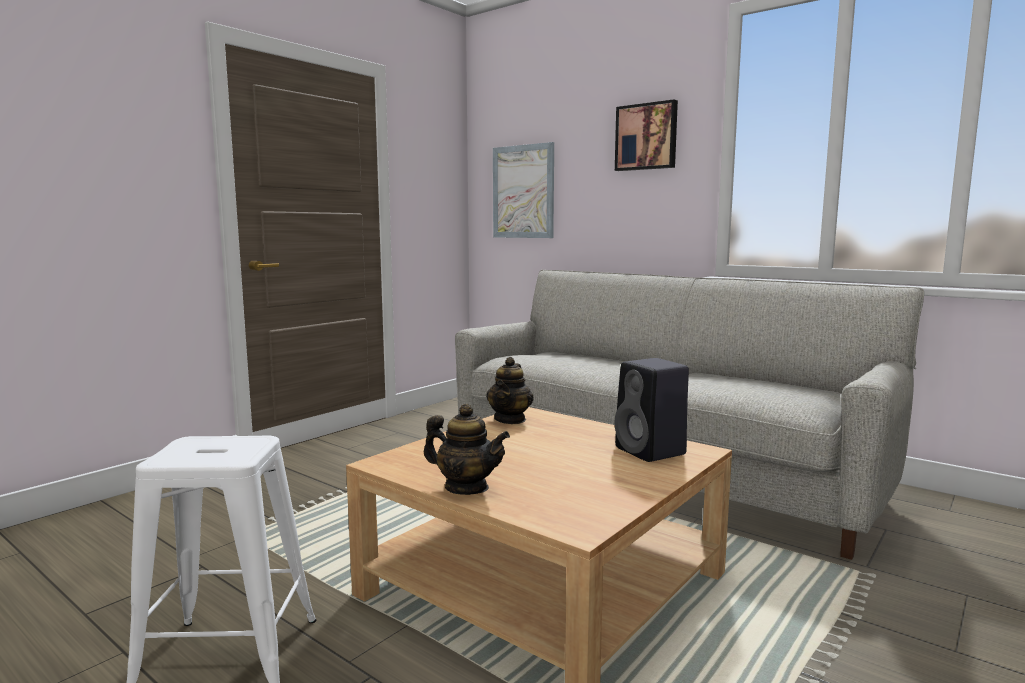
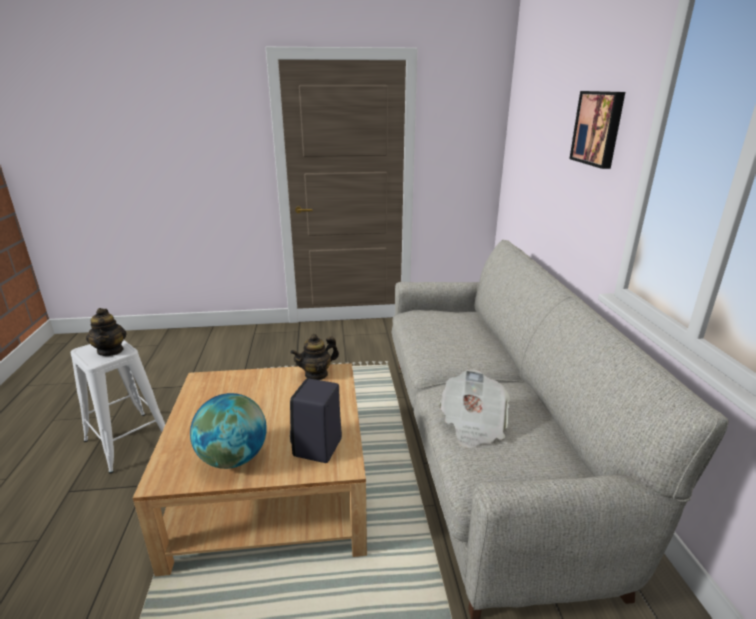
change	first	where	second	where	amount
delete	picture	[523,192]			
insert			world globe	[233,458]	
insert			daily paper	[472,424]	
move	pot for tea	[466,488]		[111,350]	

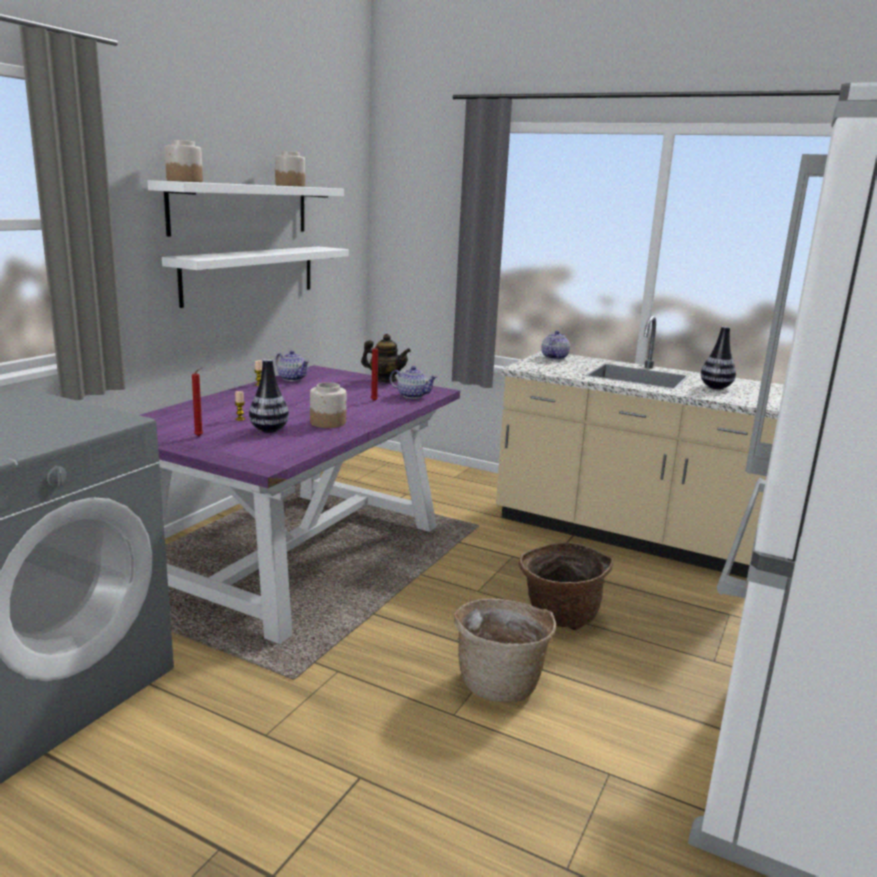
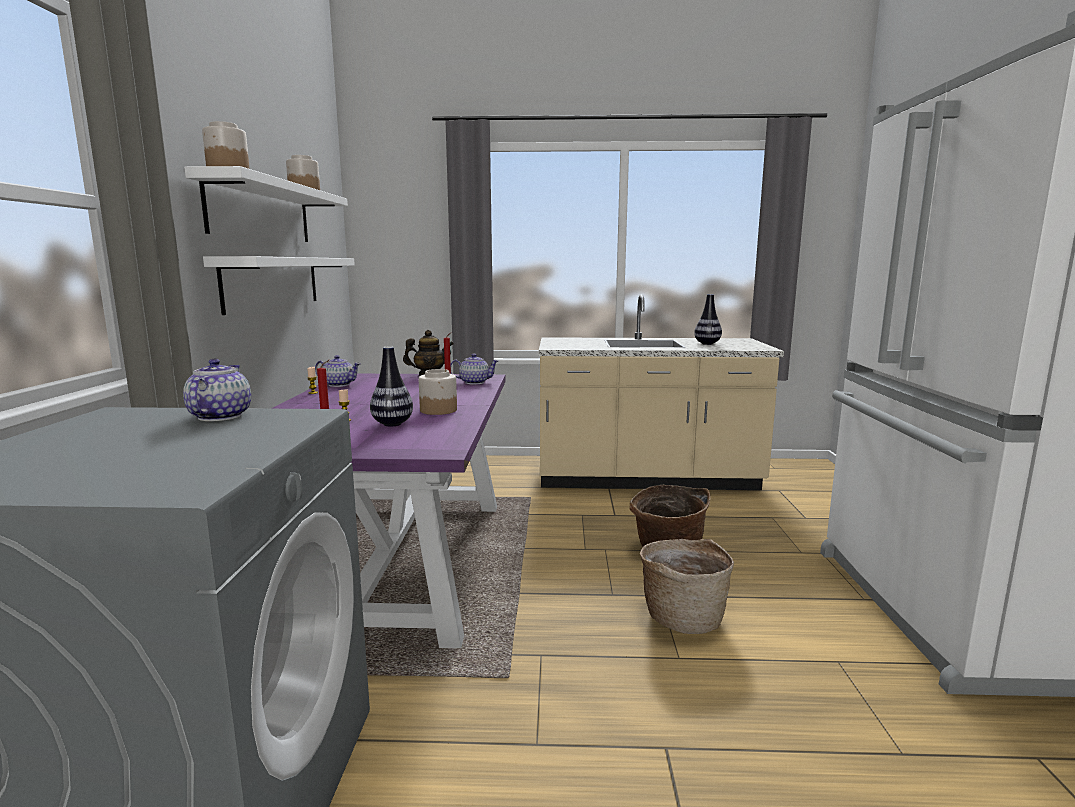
change	first	where	second	where	amount
move	pot for tea	[554,357]		[219,416]	

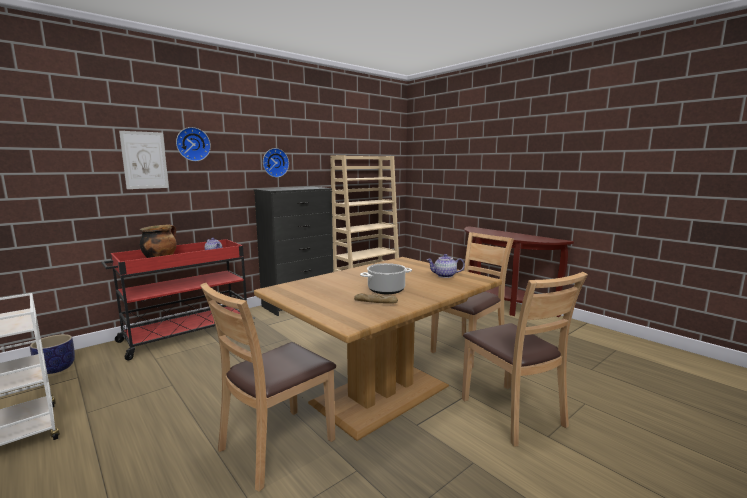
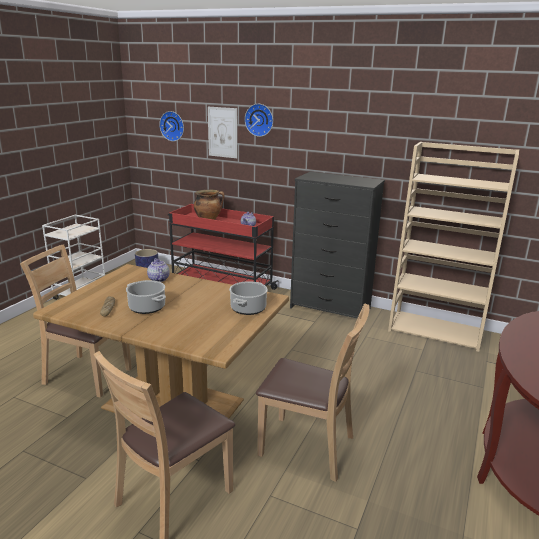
change	first	where	second	where	amount
insert			saucepot	[248,308]	
move	wall clock	[275,162]		[173,126]	
move	pot for tea	[444,276]		[158,279]	

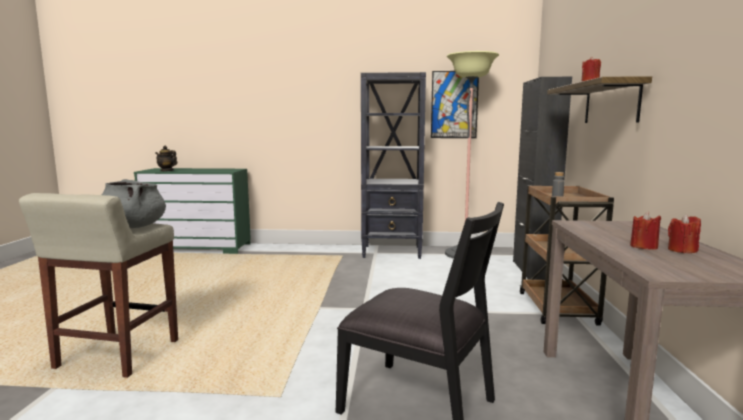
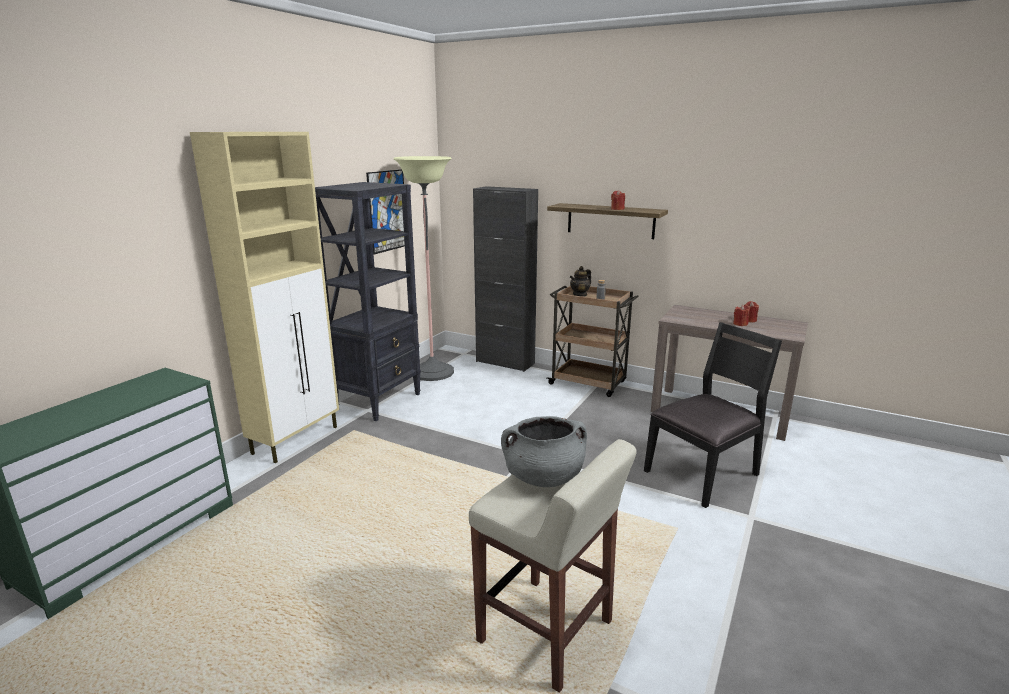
change	first	where	second	where	amount
insert			sand-coloured storage cabinet	[297,439]	
move	pot for tea	[167,171]		[580,294]	

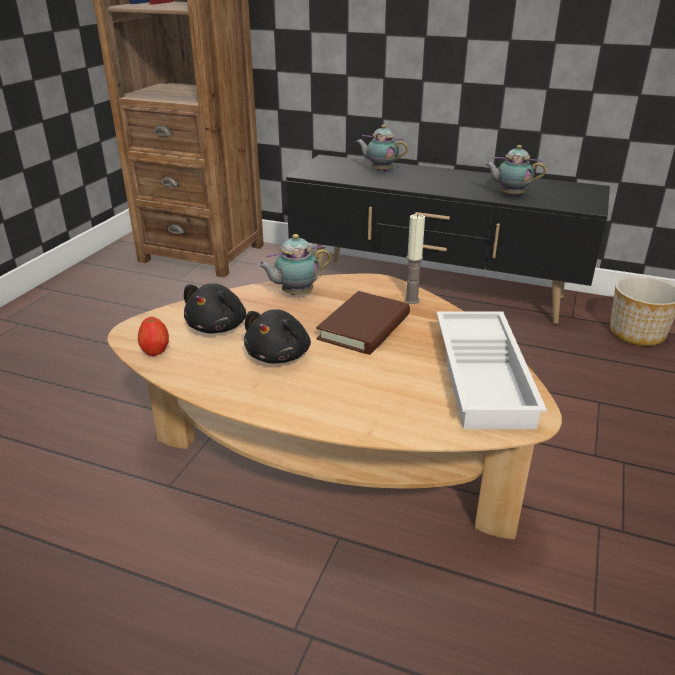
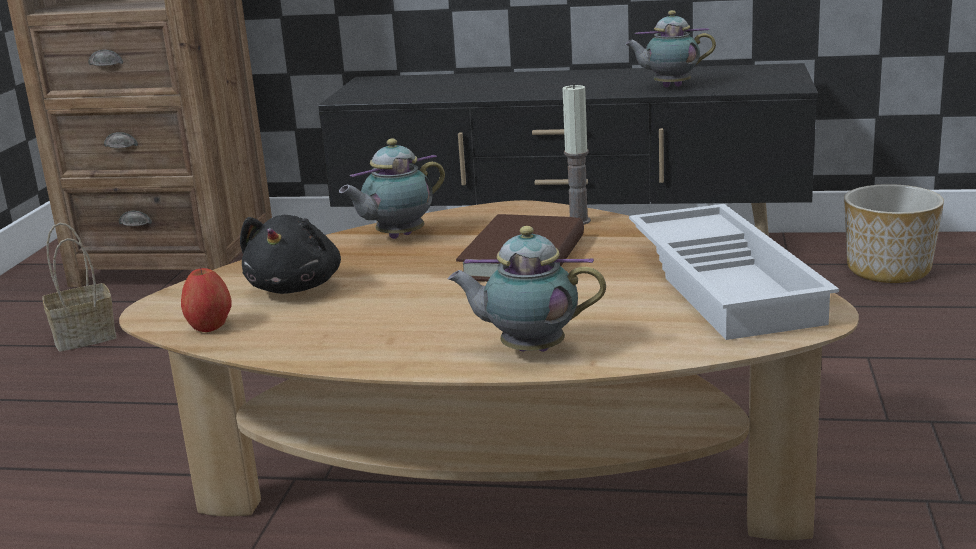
change	first	where	second	where	amount
delete	black plush toy	[280,355]			
insert			basket	[87,336]	
move	pot for tea	[380,170]		[528,350]	

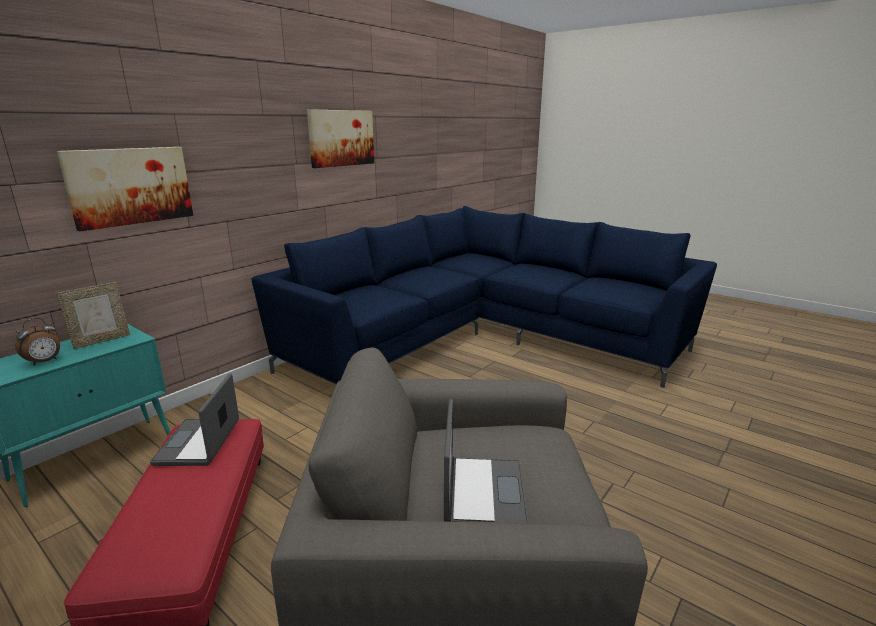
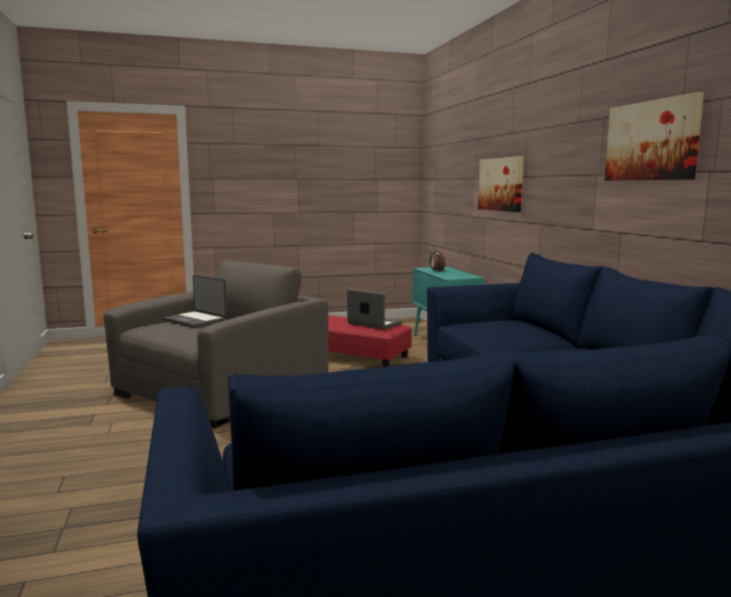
change	first	where	second	where	amount
delete	picture frame	[102,340]			

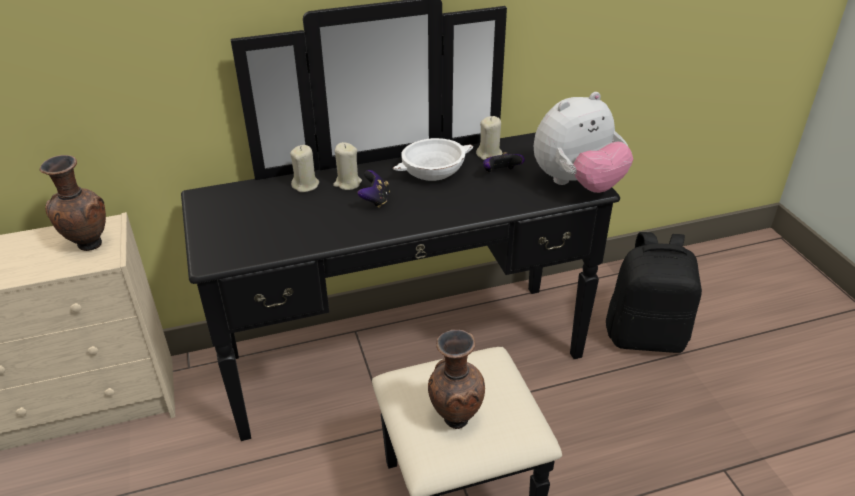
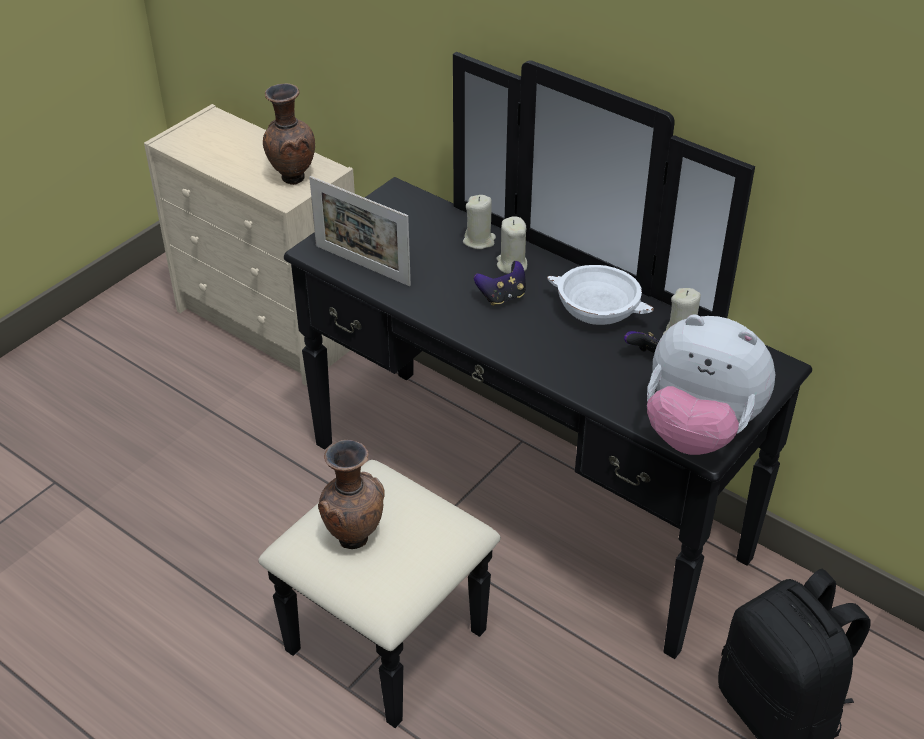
change	first	where	second	where	amount
insert			picture frame	[362,265]	

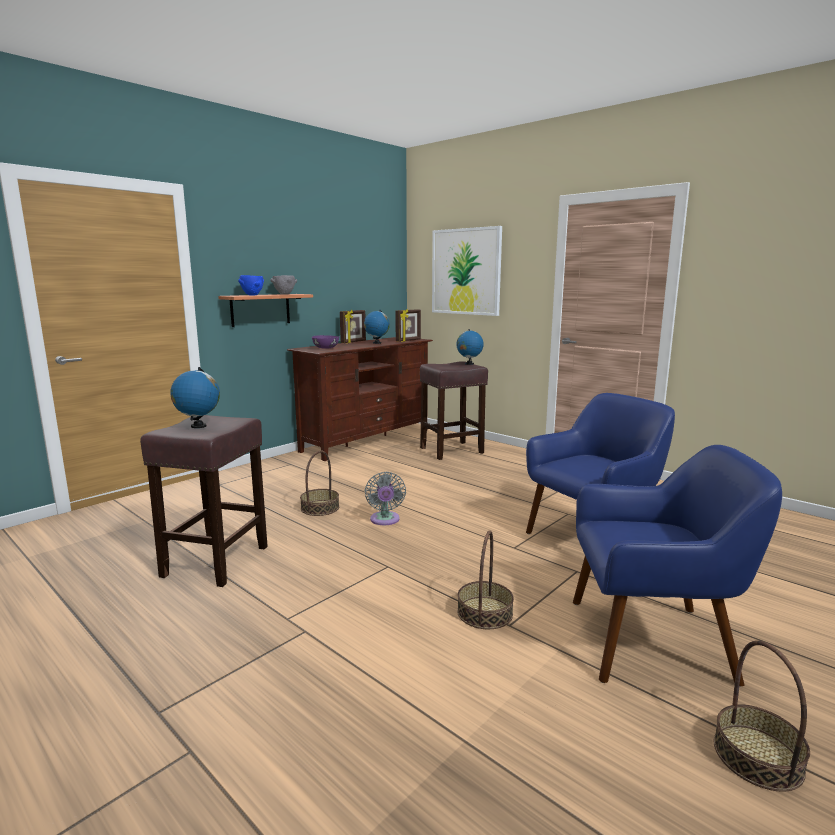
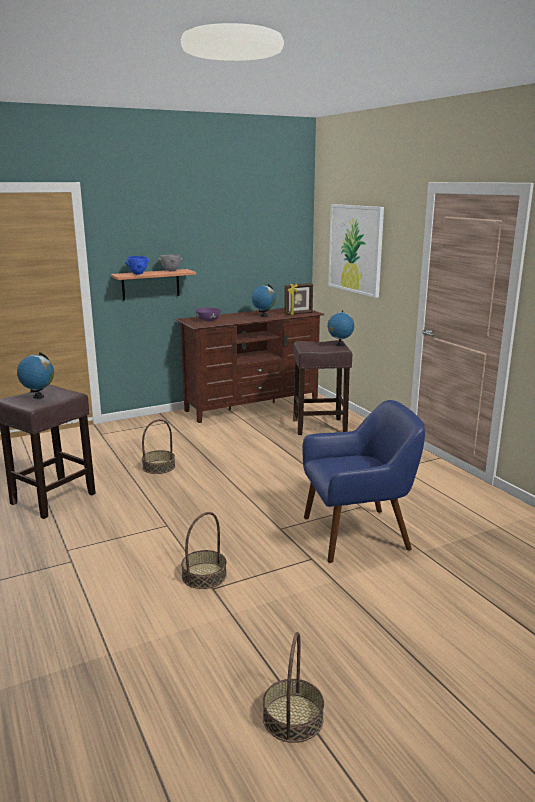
change	first	where	second	where	amount
delete	picture frame	[353,342]			
delete	gray cooling fan	[385,520]			
delete	blue-coloured armchair	[652,641]			

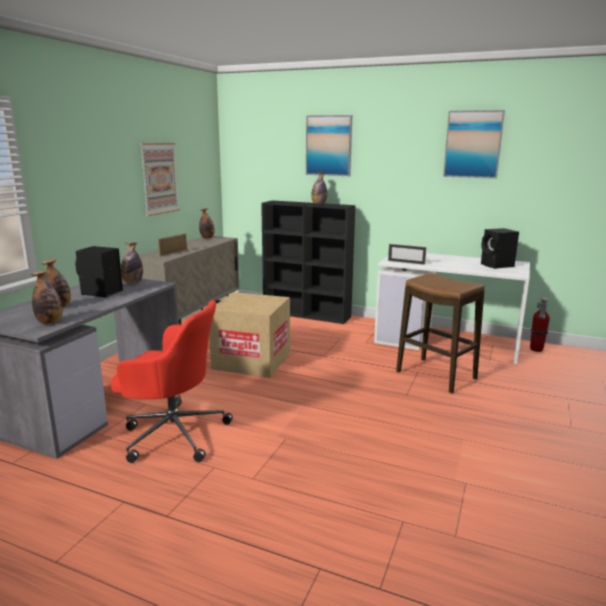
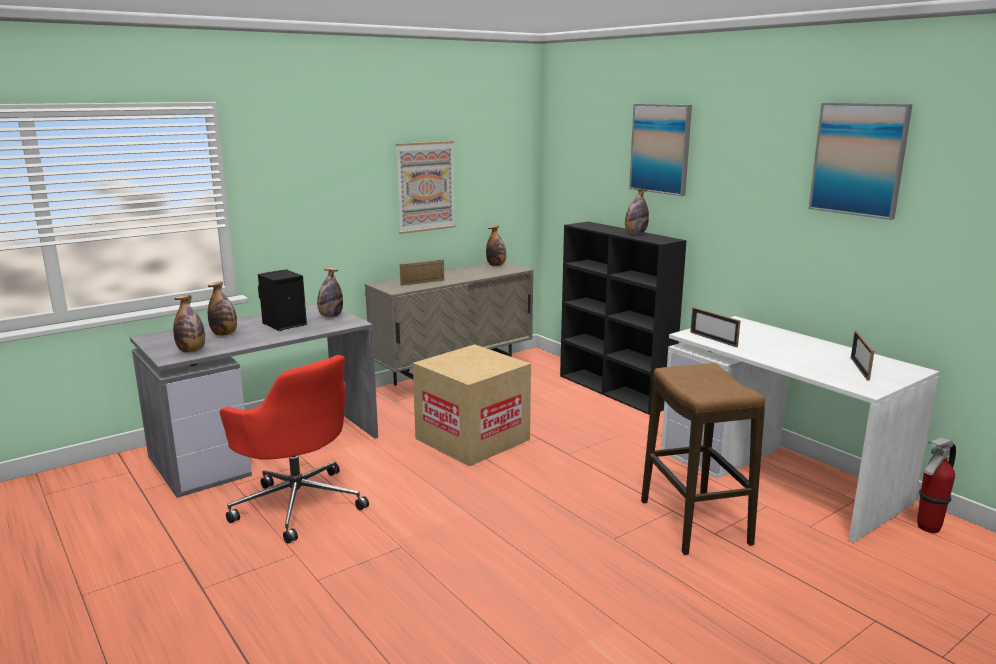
change	first	where	second	where	amount
replace	black speaker	[497,265]	picture frame	[859,369]	

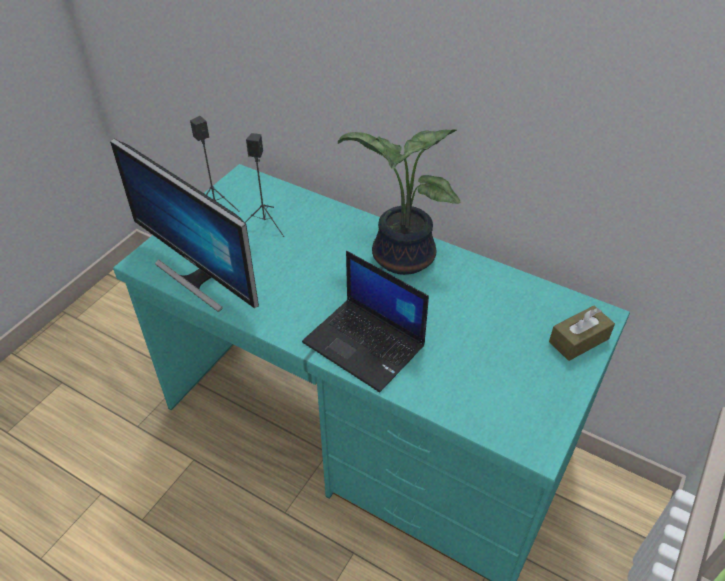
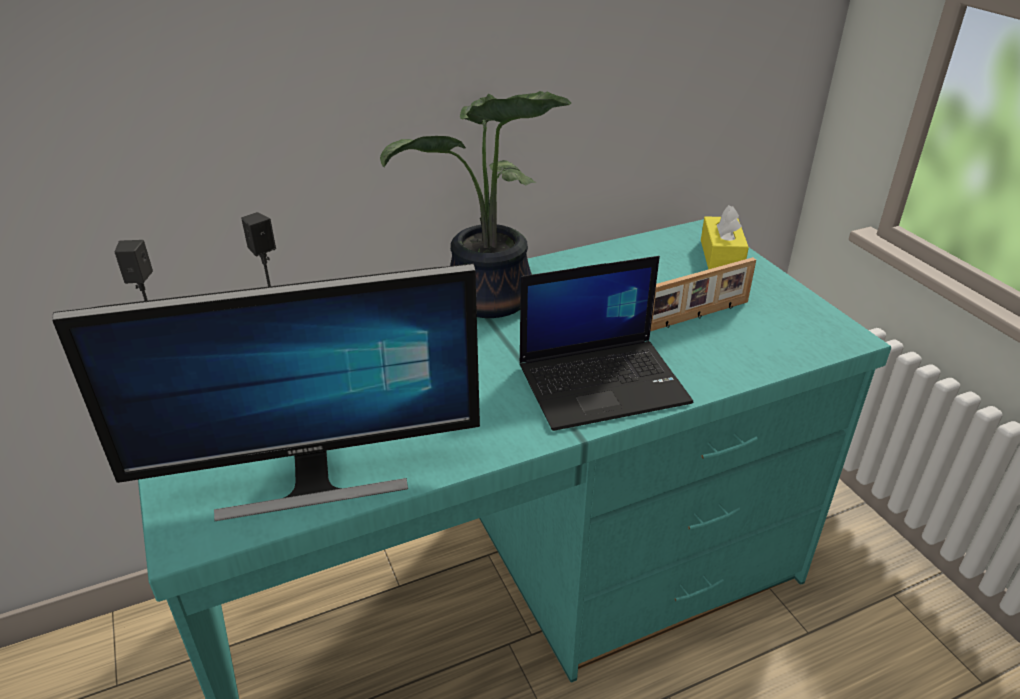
change	first	where	second	where	amount
insert			picture frame	[698,316]	
recolor	brown tissue holder	[578,340]	yellowish tissue holder	[721,256]	

